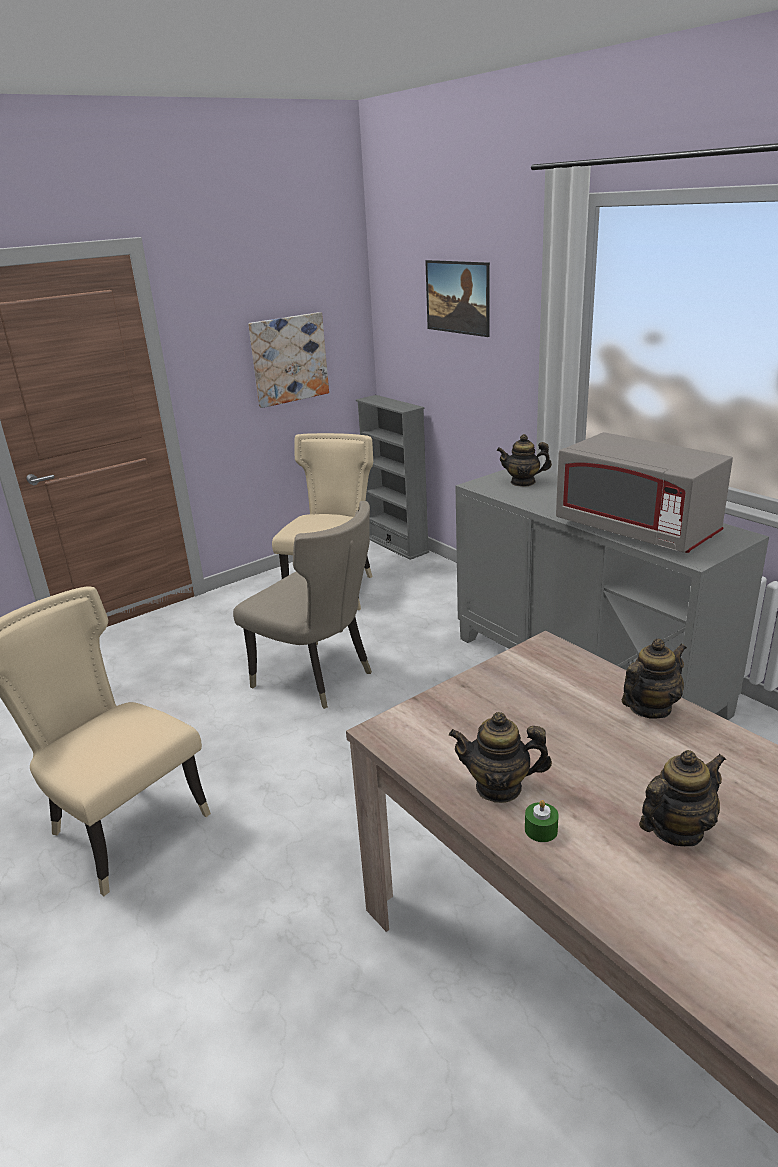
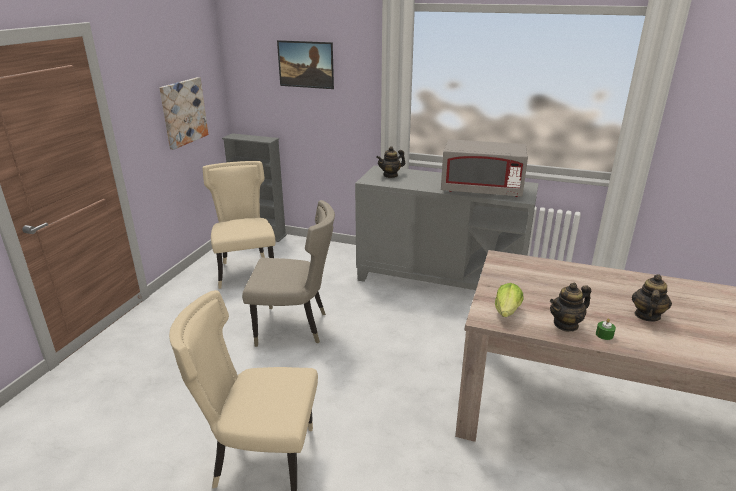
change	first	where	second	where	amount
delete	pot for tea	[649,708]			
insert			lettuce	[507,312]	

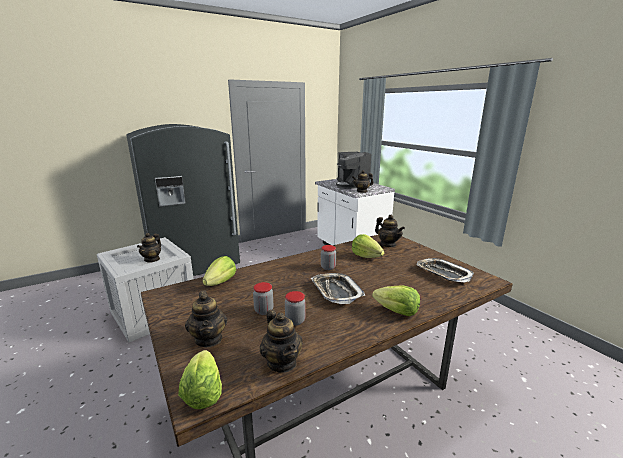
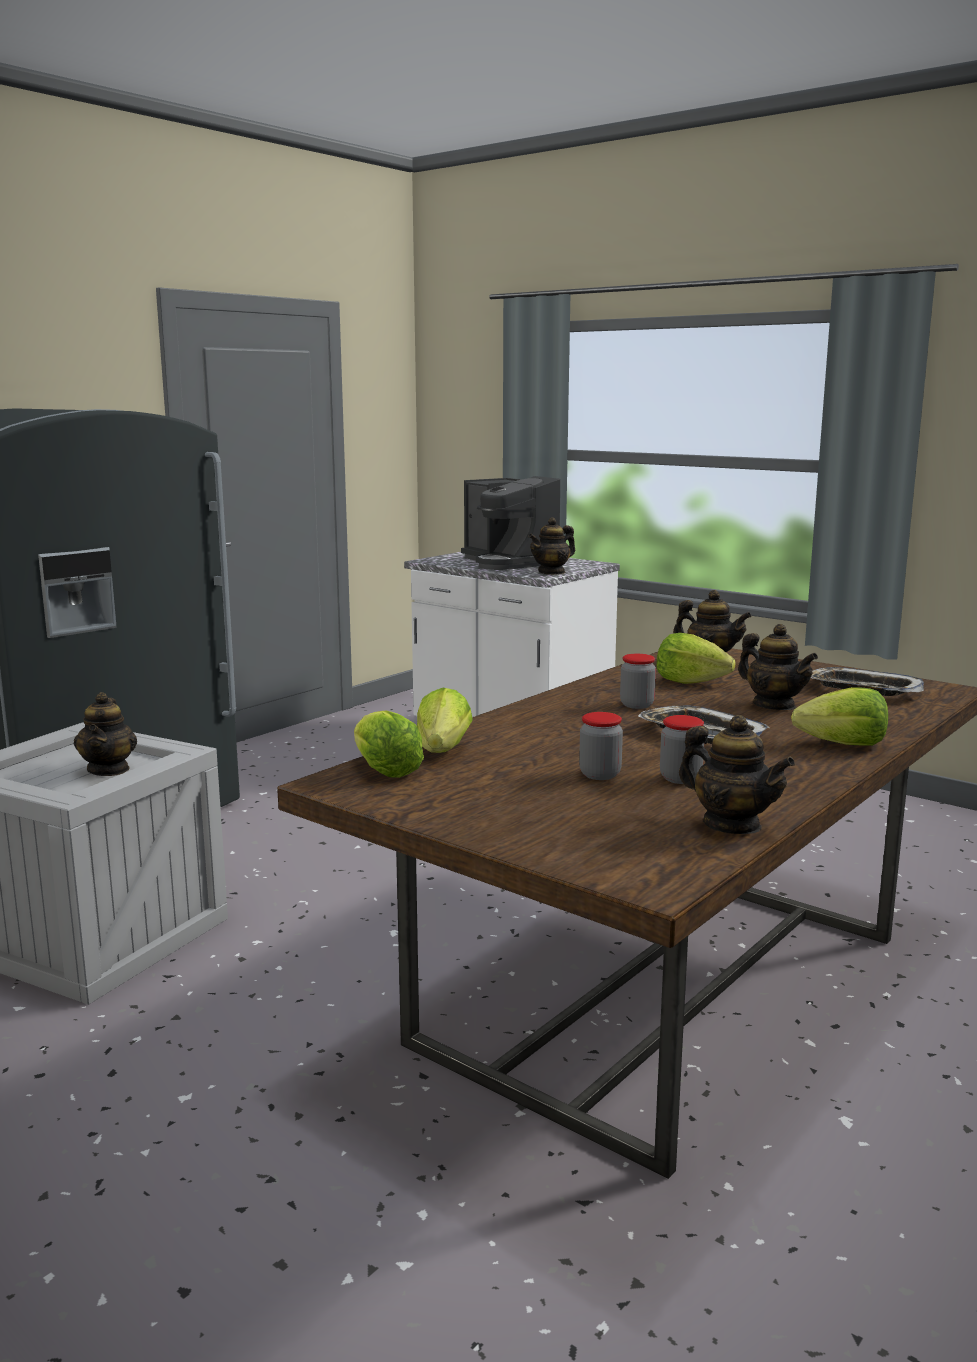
change	first	where	second	where	amount
move	lettuce	[203,392]		[384,770]	
move	pot for tea	[209,339]		[774,705]	

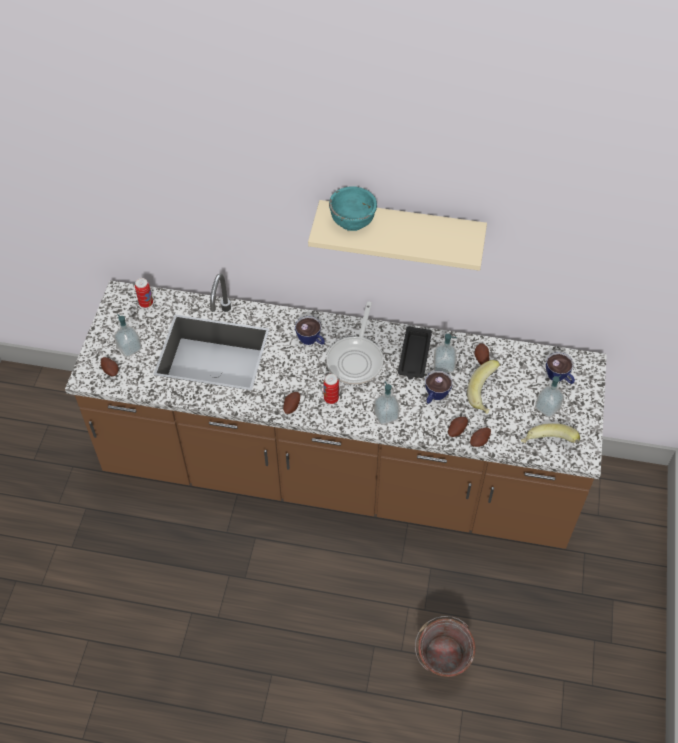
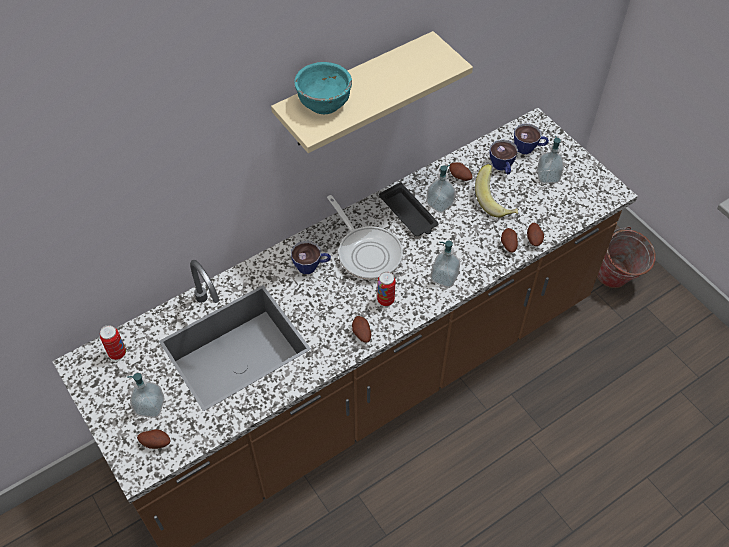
change	first	where	second	where	amount
delete	banana fruit	[547,445]			
move	water bucket	[440,665]		[616,282]	
move	drinking cup	[435,396]		[502,167]	

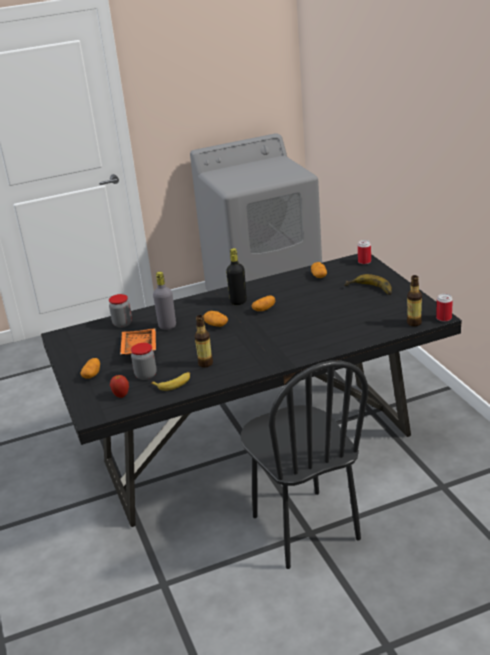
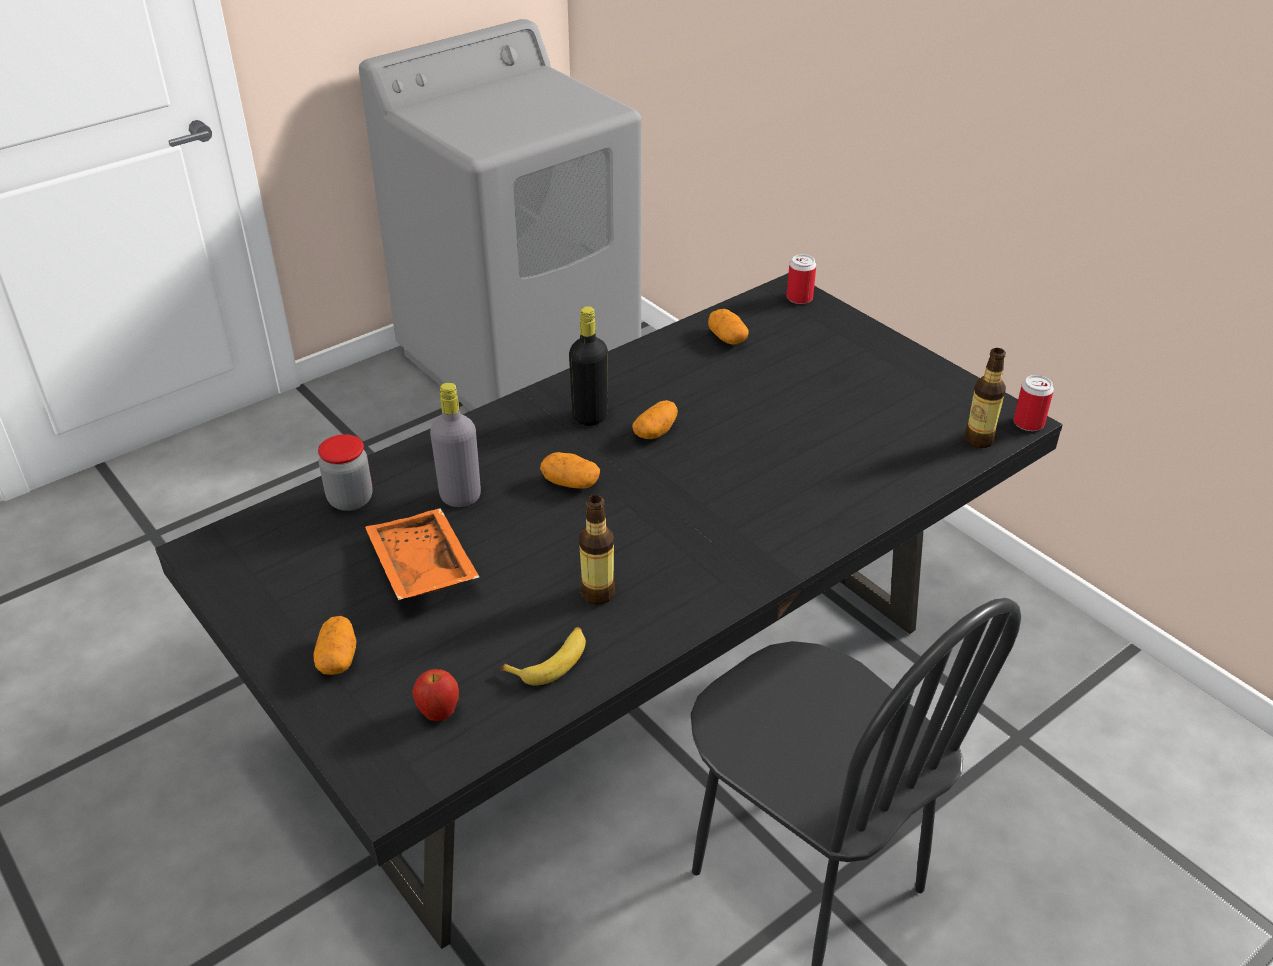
change	first	where	second	where	amount
delete	storage jar	[146,375]			
delete	banana fruit	[369,290]			

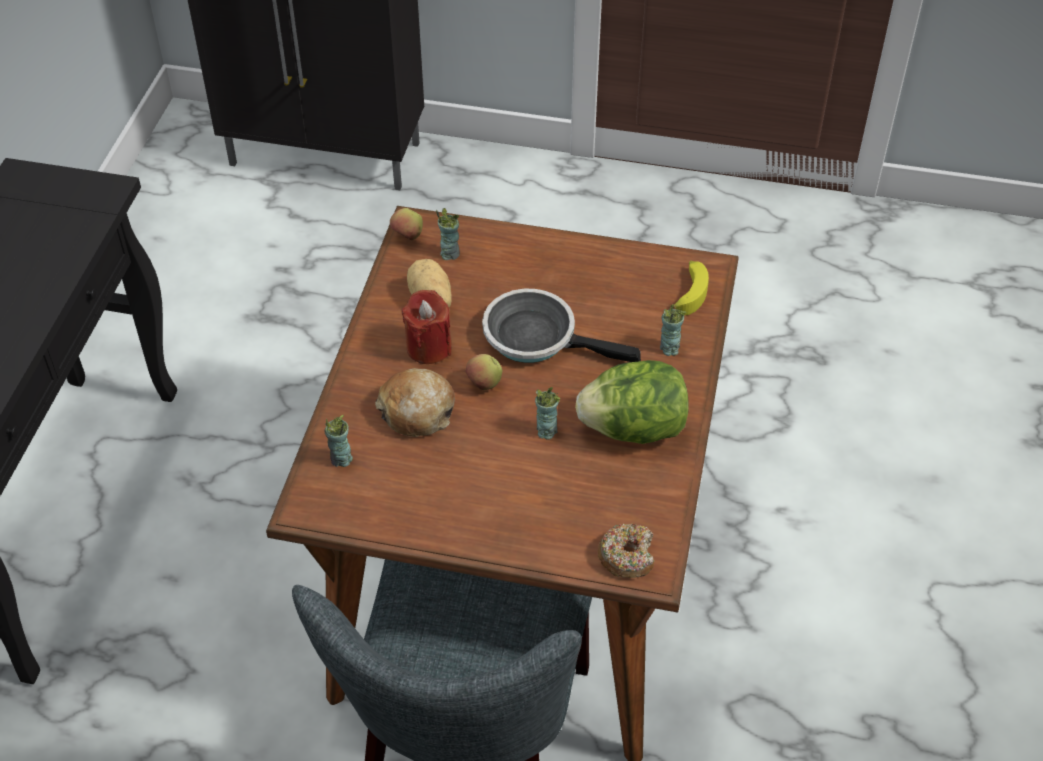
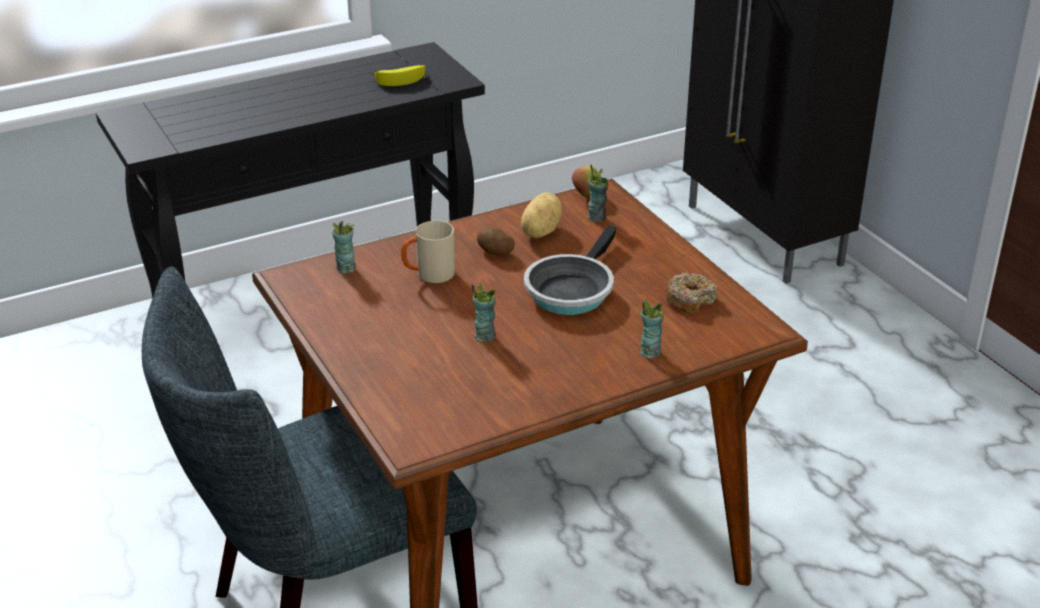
change	first	where	second	where	amount
delete	apple	[484,384]			
delete	lettuce	[634,428]			
move	ring doughnut	[627,556]		[690,299]	
move	banana fruit	[689,292]		[402,79]	
replace	bakery bread	[417,411]	sand-coloured tea mug	[428,275]	
replace	red wax light	[429,347]	potato	[494,252]	
rotate	skillet	[537,337]		[571,290]	135 degrees counterclockwise

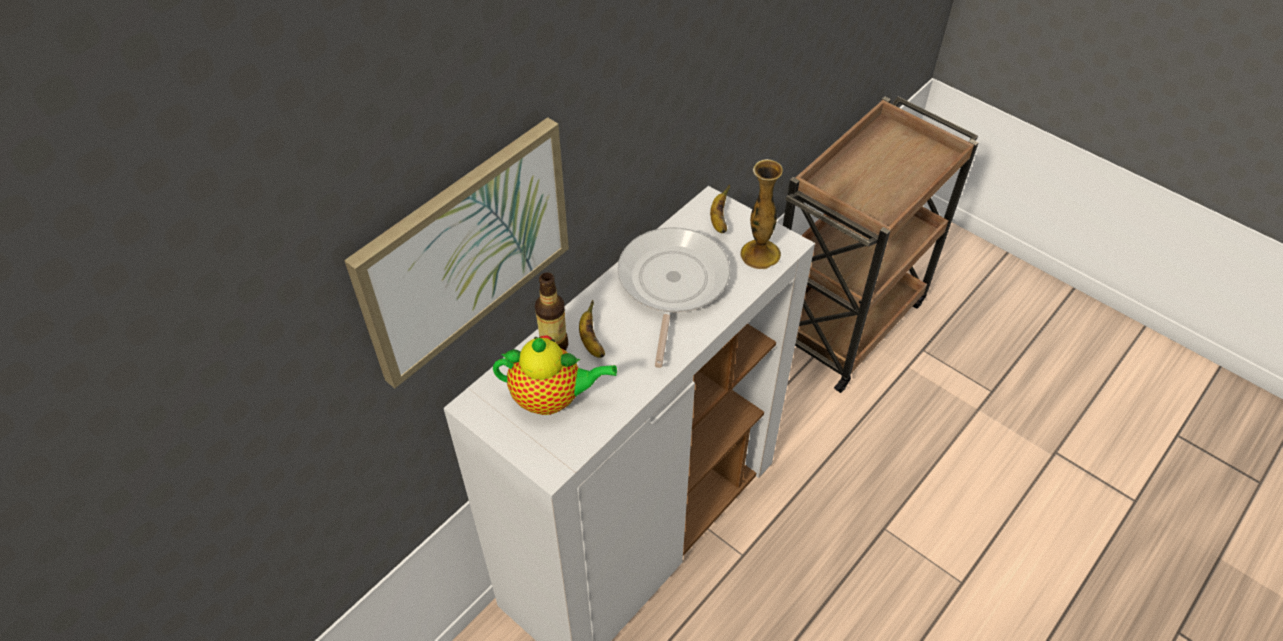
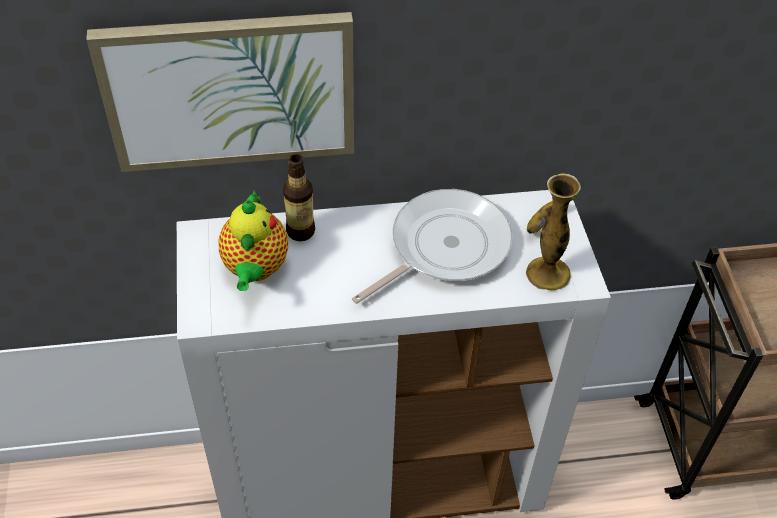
change	first	where	second	where	amount
delete	banana fruit	[591,341]			
rotate	pot for tea	[552,398]		[255,269]	45 degrees clockwise

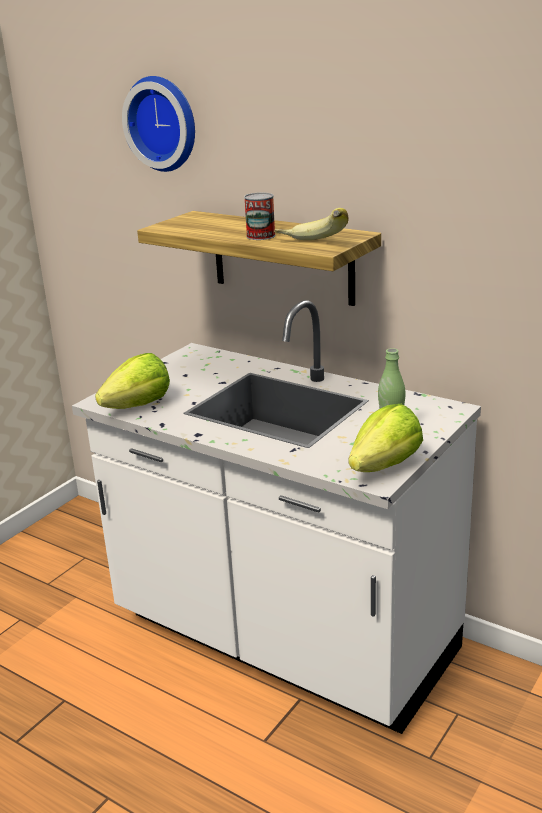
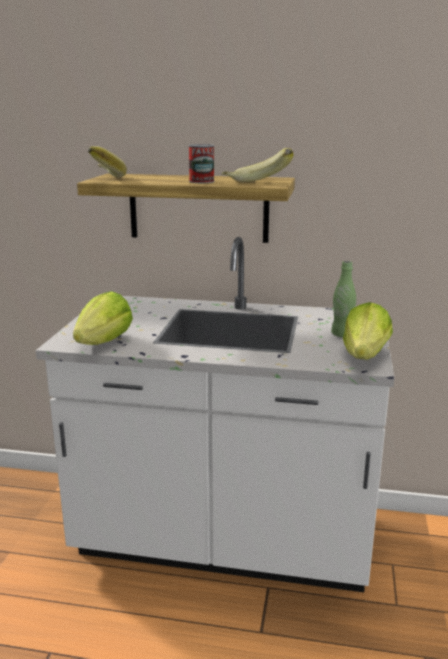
change	first	where	second	where	amount
delete	wall clock	[164,123]			
insert			banana fruit	[103,179]	

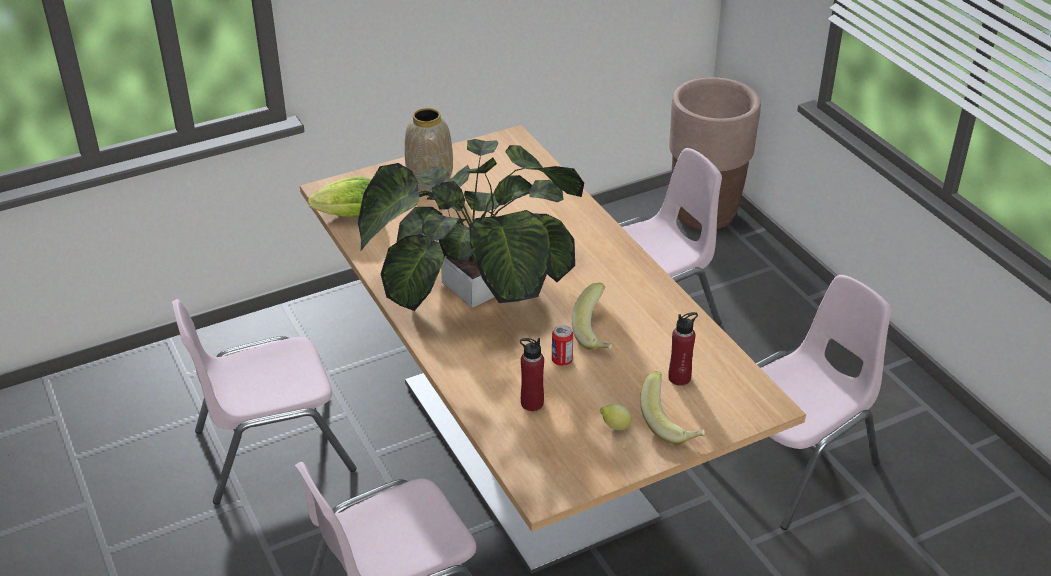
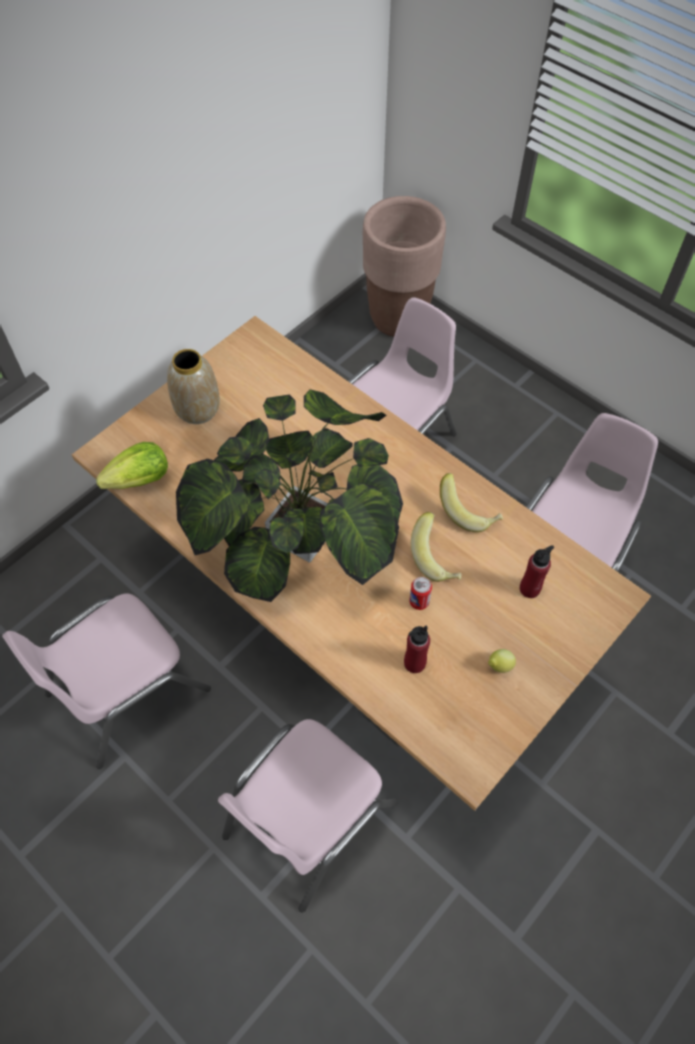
change	first	where	second	where	amount
move	banana fruit	[672,424]		[468,511]	

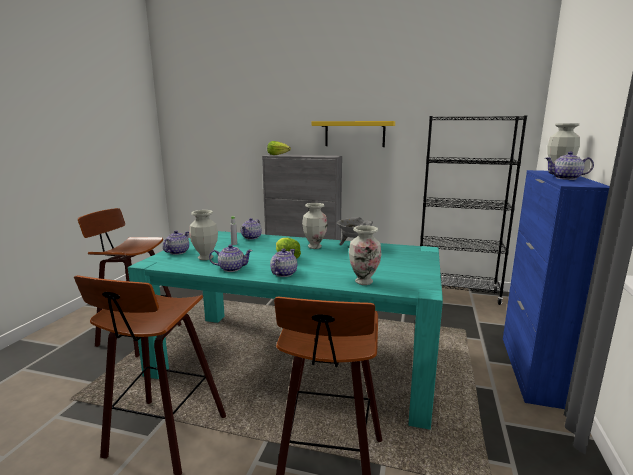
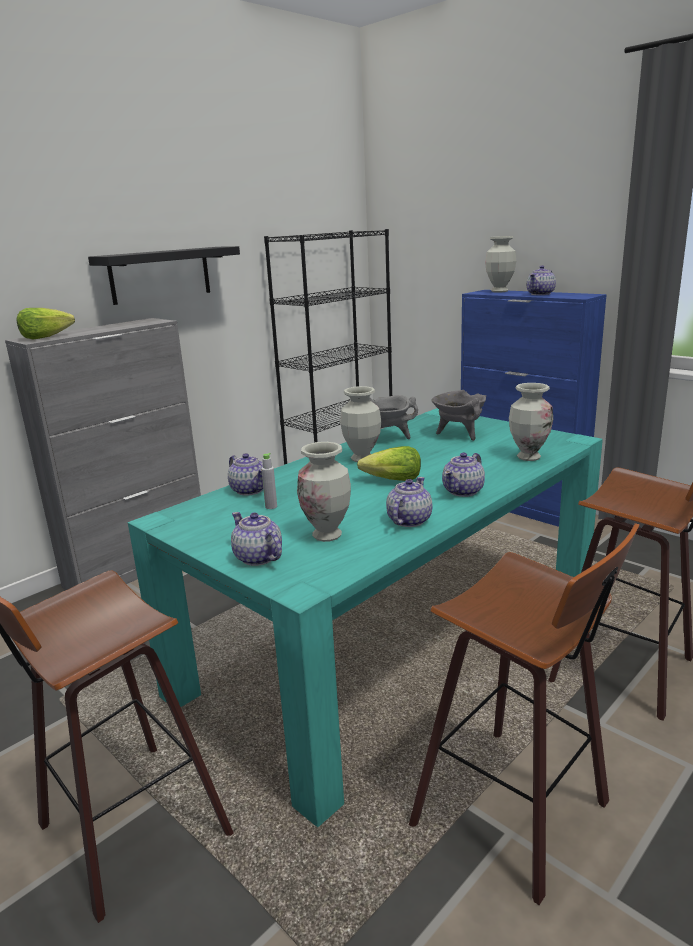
change	first	where	second	where	amount
insert			gray saucepot	[459,434]	
recolor	yellowish shelf	[354,134]	black shelf	[160,275]	
rotate	pot for tea	[283,273]		[463,491]	105 degrees counterclockwise

